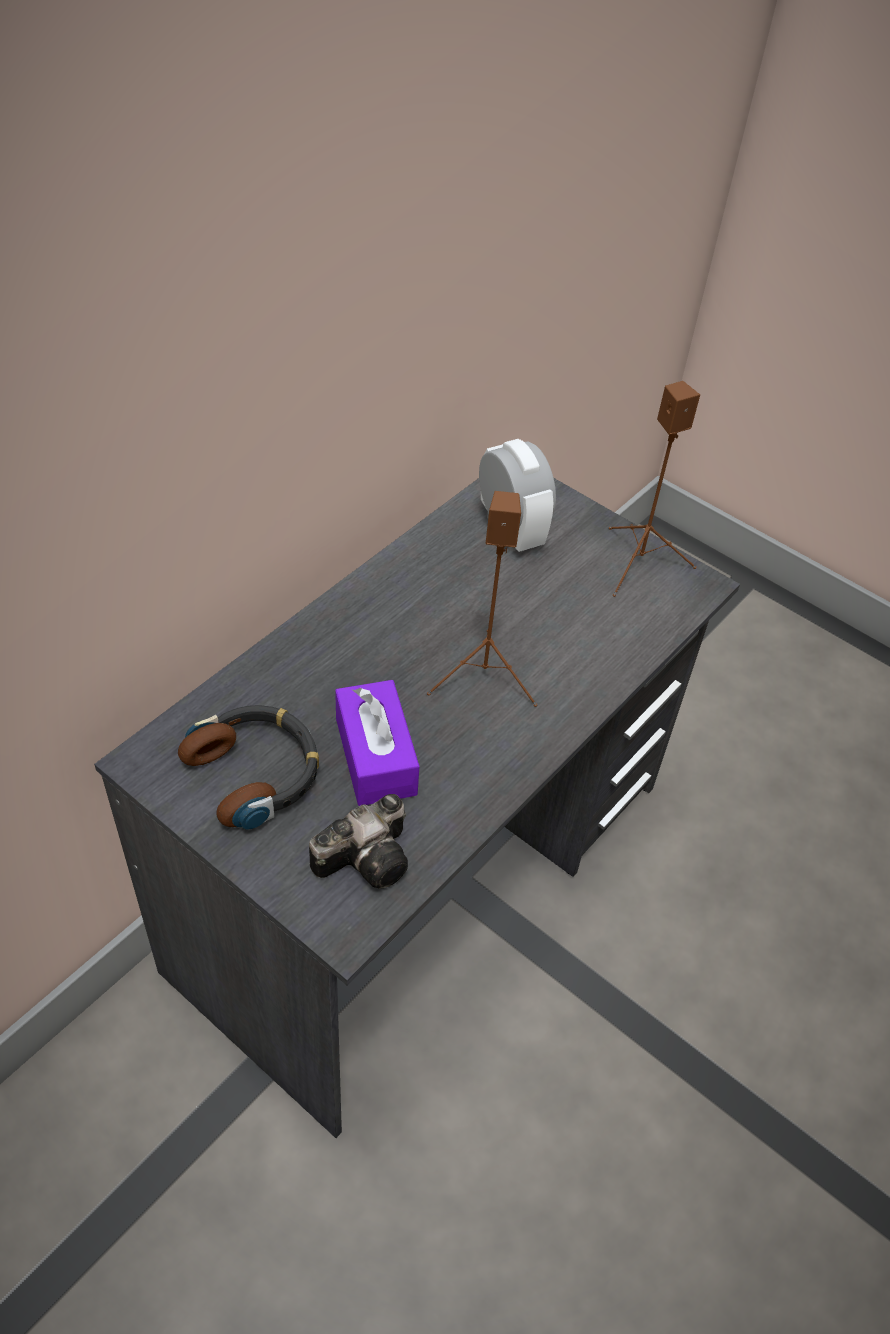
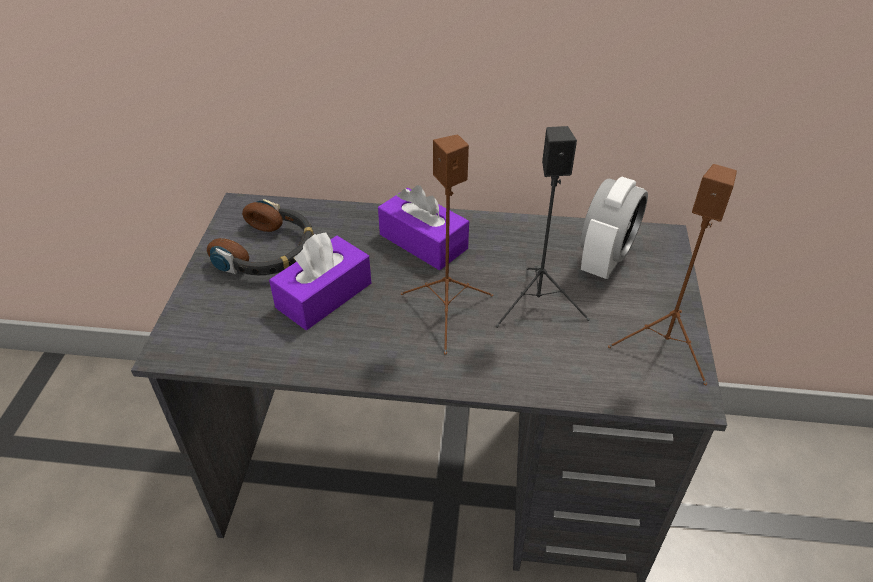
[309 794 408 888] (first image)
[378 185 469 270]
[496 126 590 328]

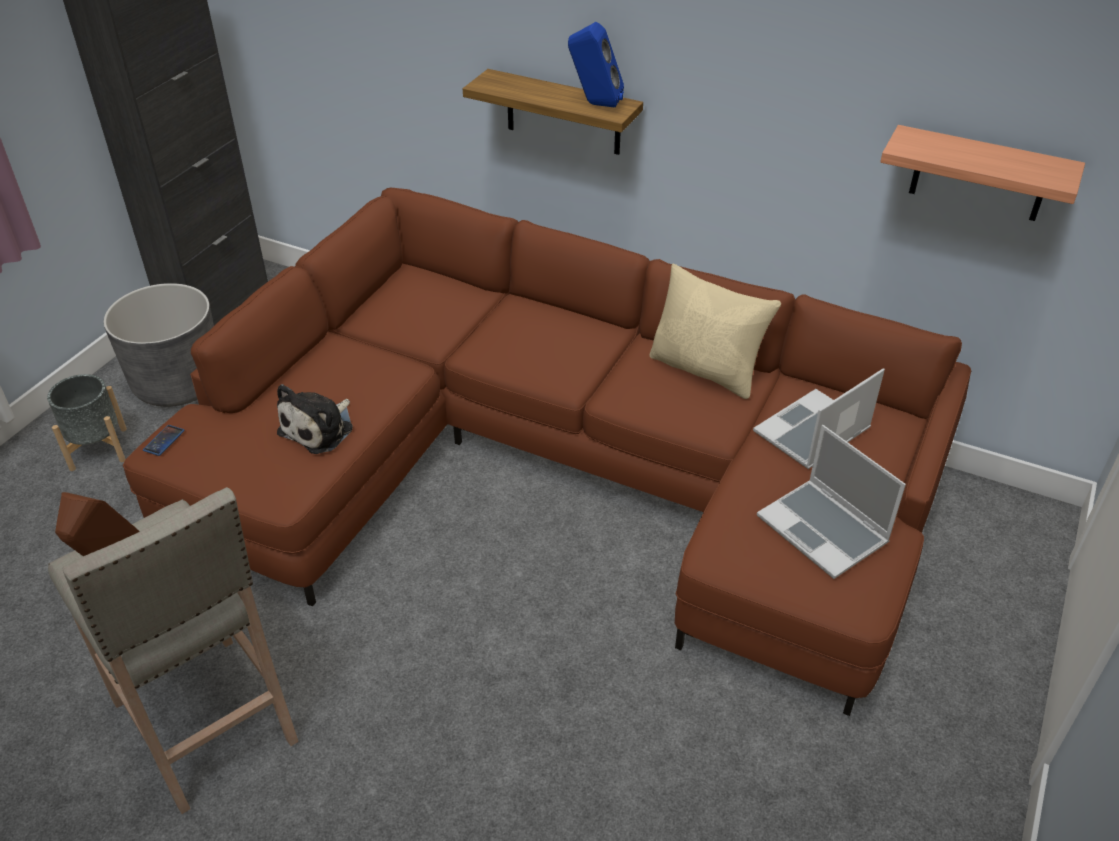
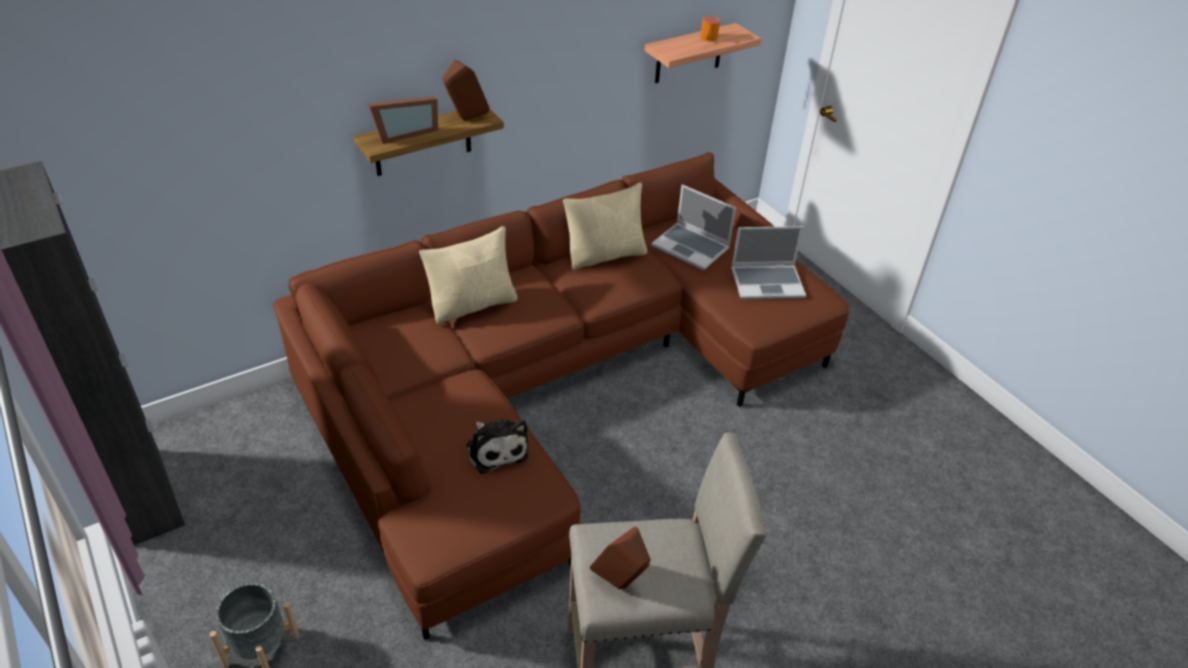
[103 283 214 407] (first image)
[143 425 185 456] (first image)
[443 59 490 121]
[651 184 736 270]
[367 96 438 144]
[419 226 518 324]
[700 16 720 42]

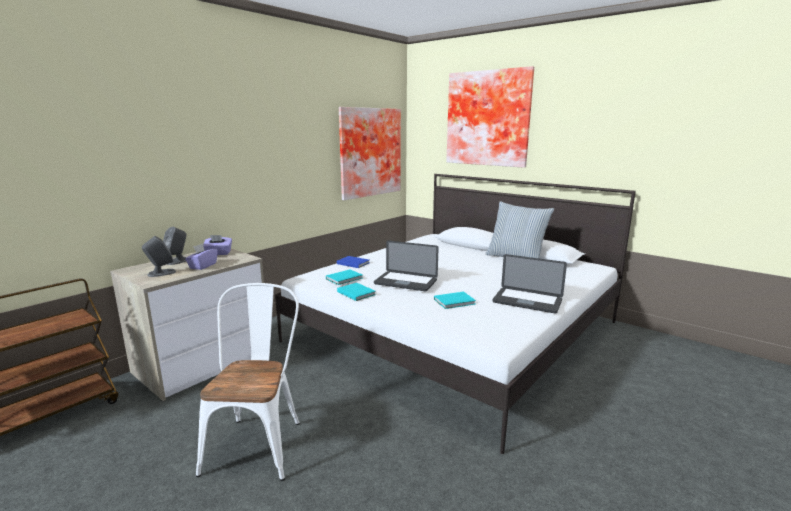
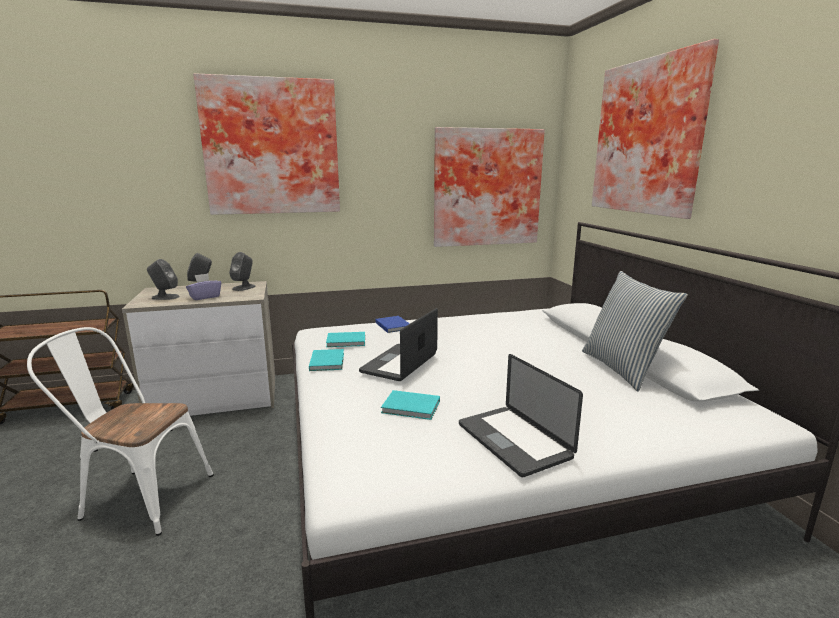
[27 327 214 536]
[229 252 256 291]
[359 308 438 381]
[193 73 340 215]

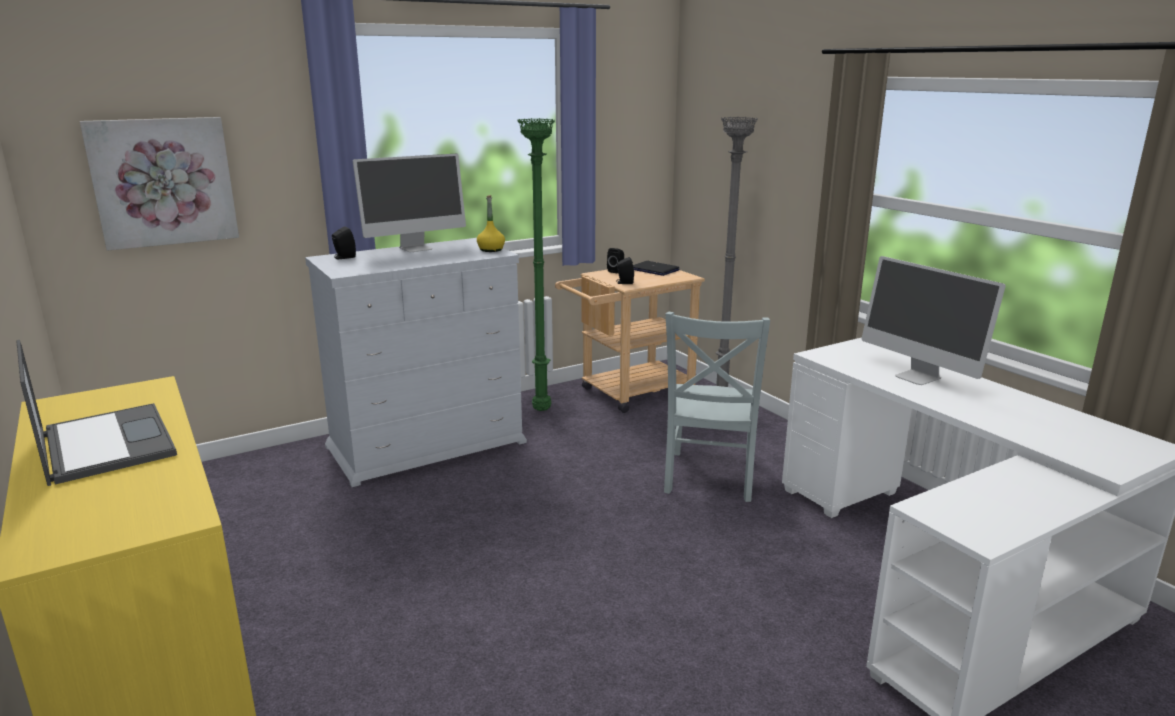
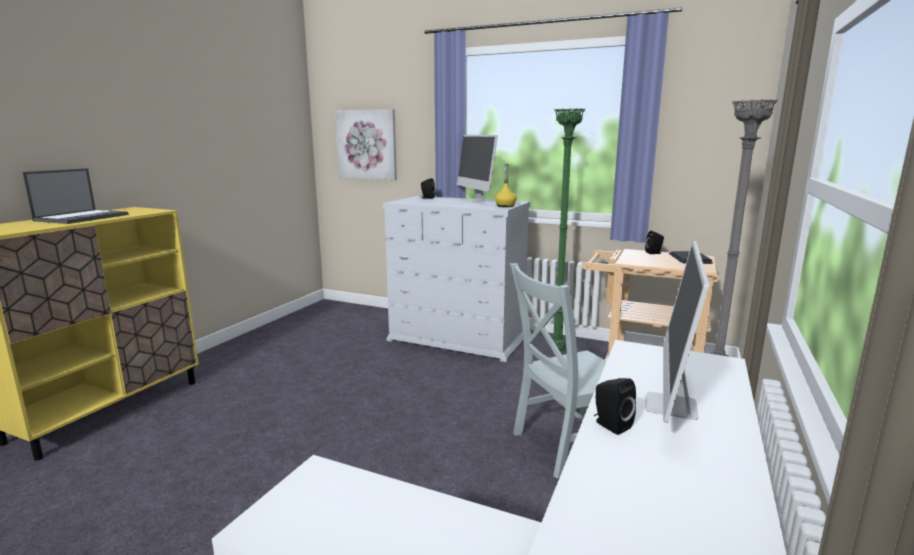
[456 135 498 202]
[594 378 636 435]

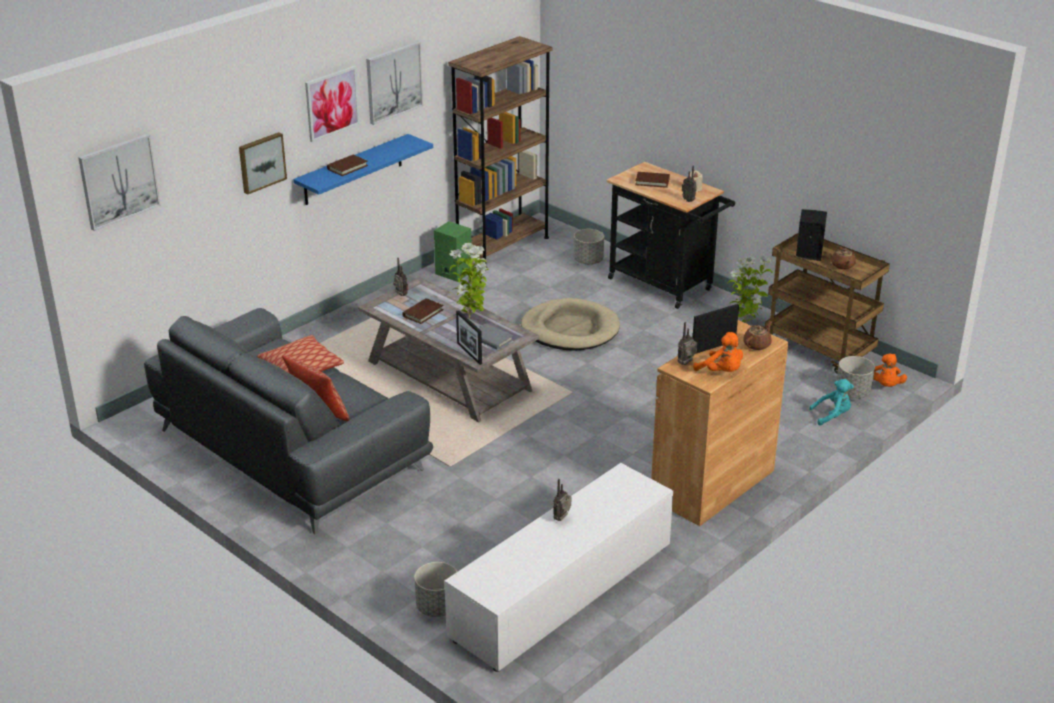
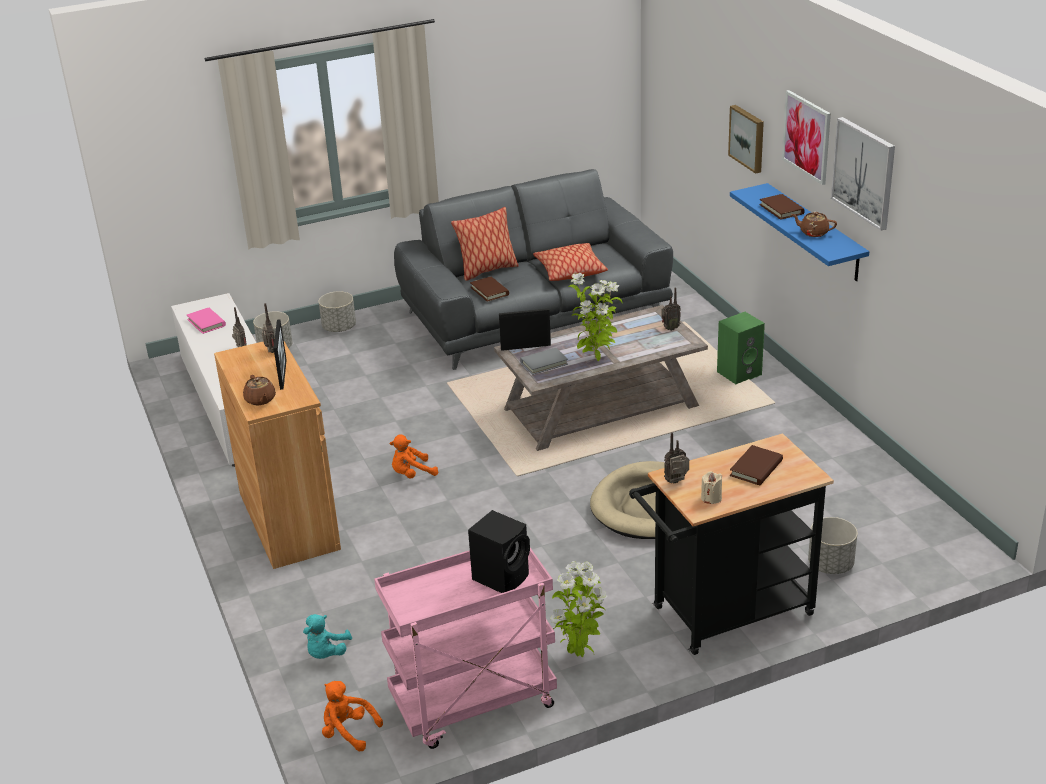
[78 134 161 231] (first image)
[470 277 509 302]
[717 312 765 384]
[448 36 552 264] (first image)
[390 434 438 478]
[374 548 557 749]
[791 212 837 237]
[318 291 356 332]
[187 307 226 334]

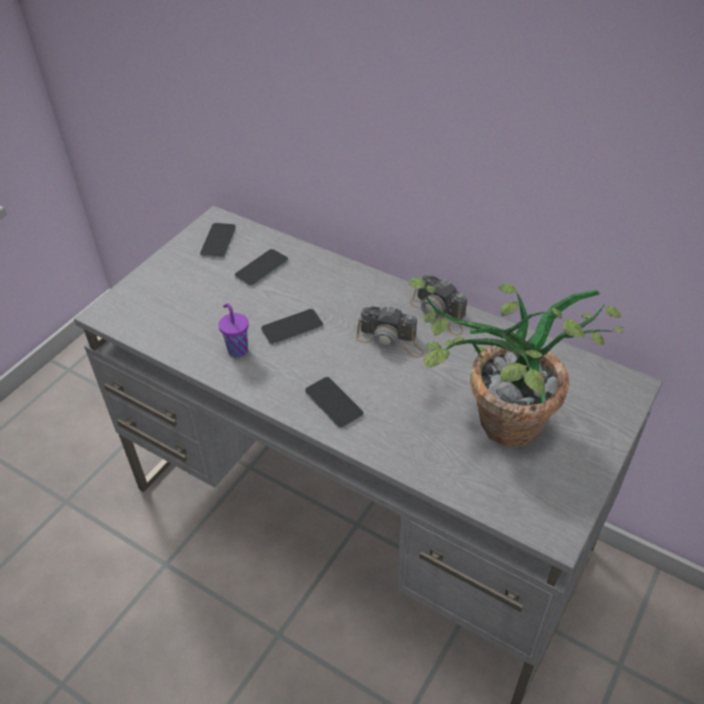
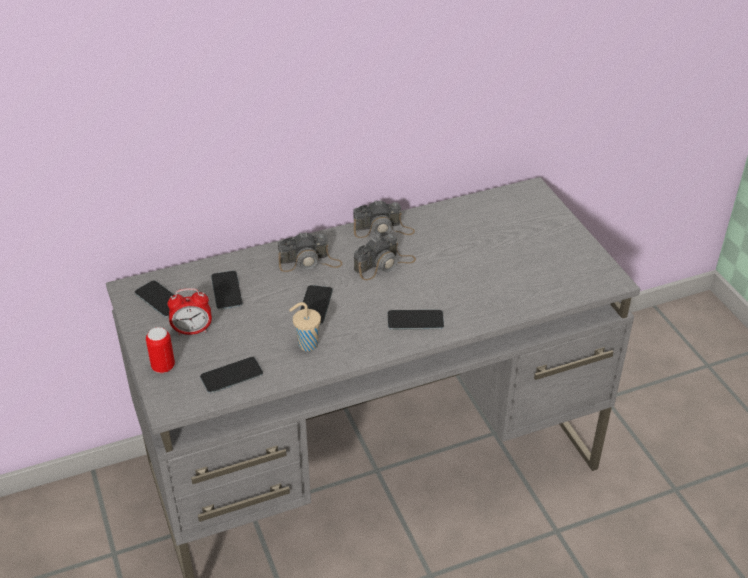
[289 302 321 351]
[408 278 624 447] (first image)
[146 327 175 373]
[167 288 212 336]
[200 357 263 393]
[278 232 343 272]

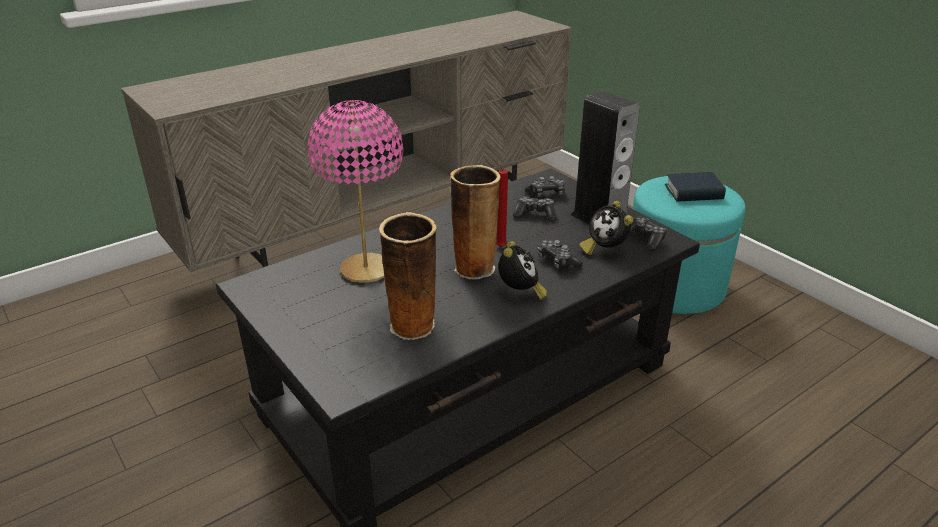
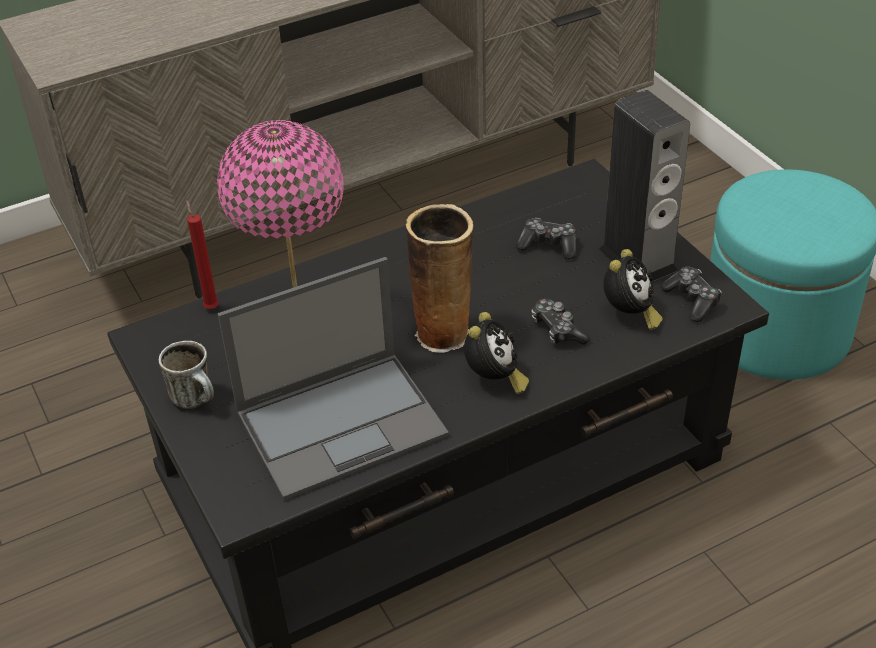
[218 257 449 500]
[186 200 219 309]
[525 176 565 197] (first image)
[603 249 663 330]
[665 172 726 202] (first image)
[159 341 214 409]

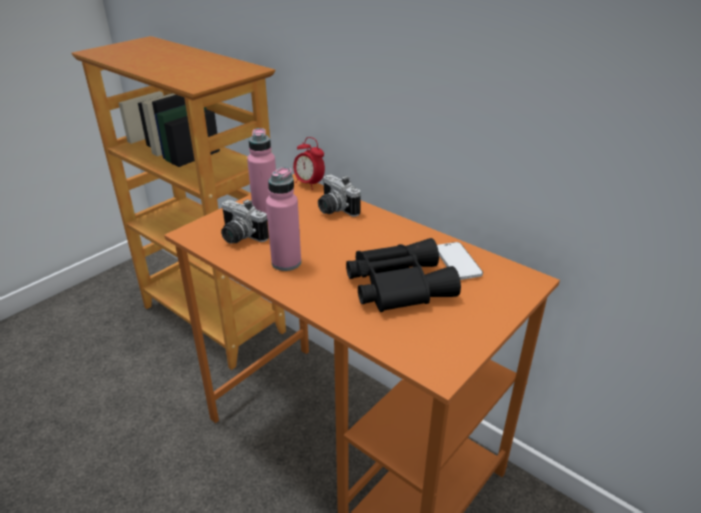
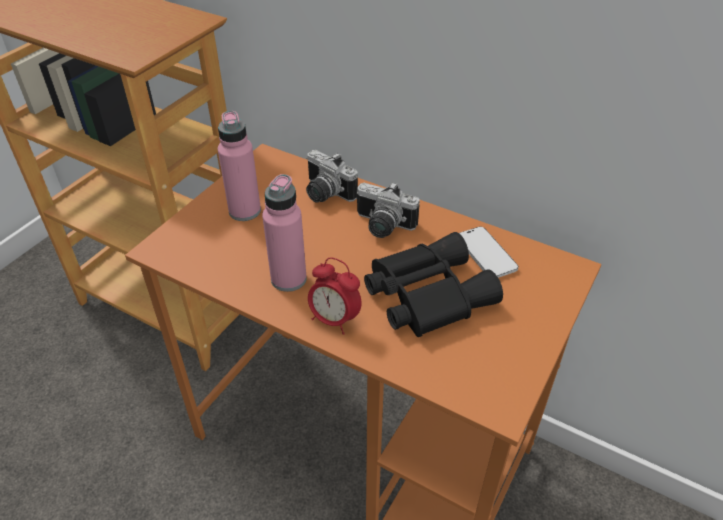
[357 182 420 238]
[308 257 362 335]

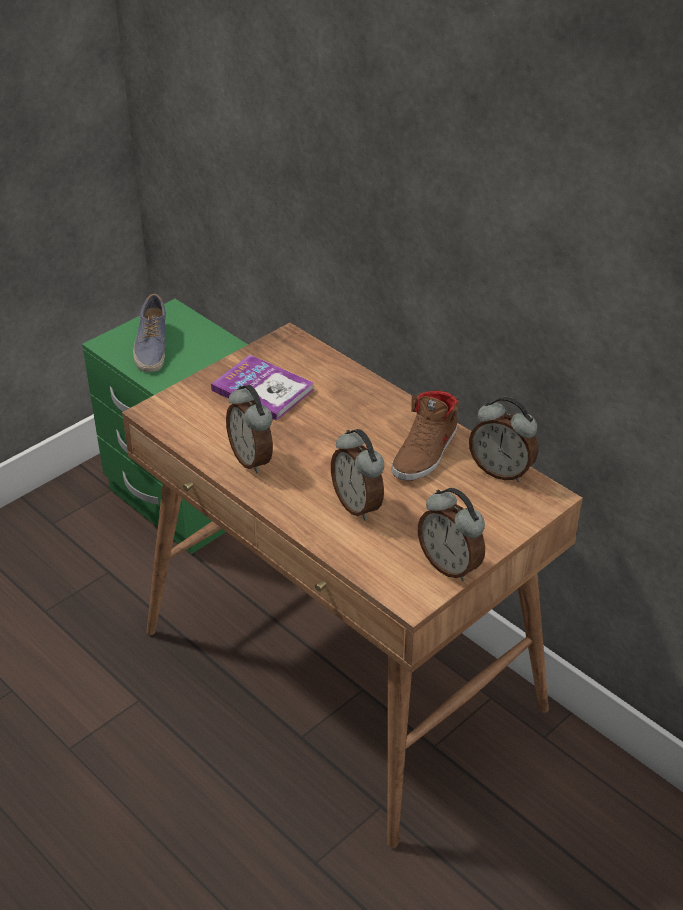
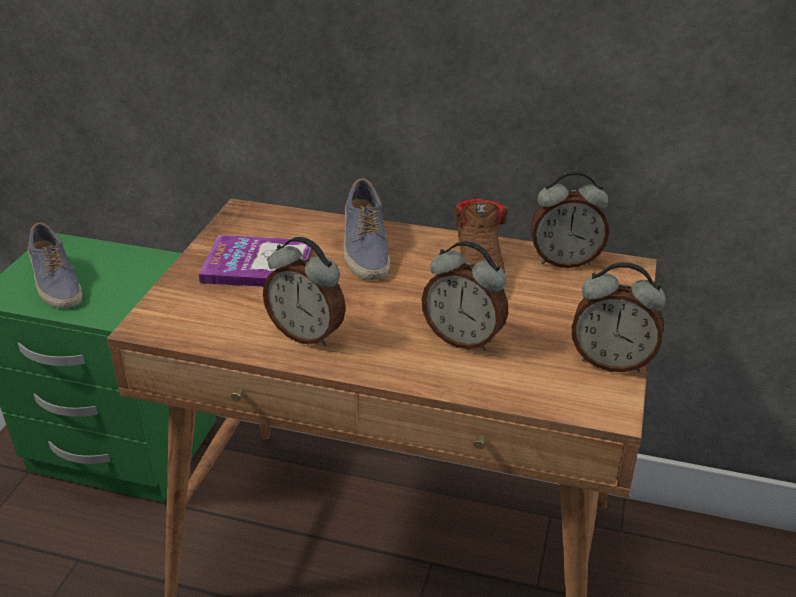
[344 178 390 280]

